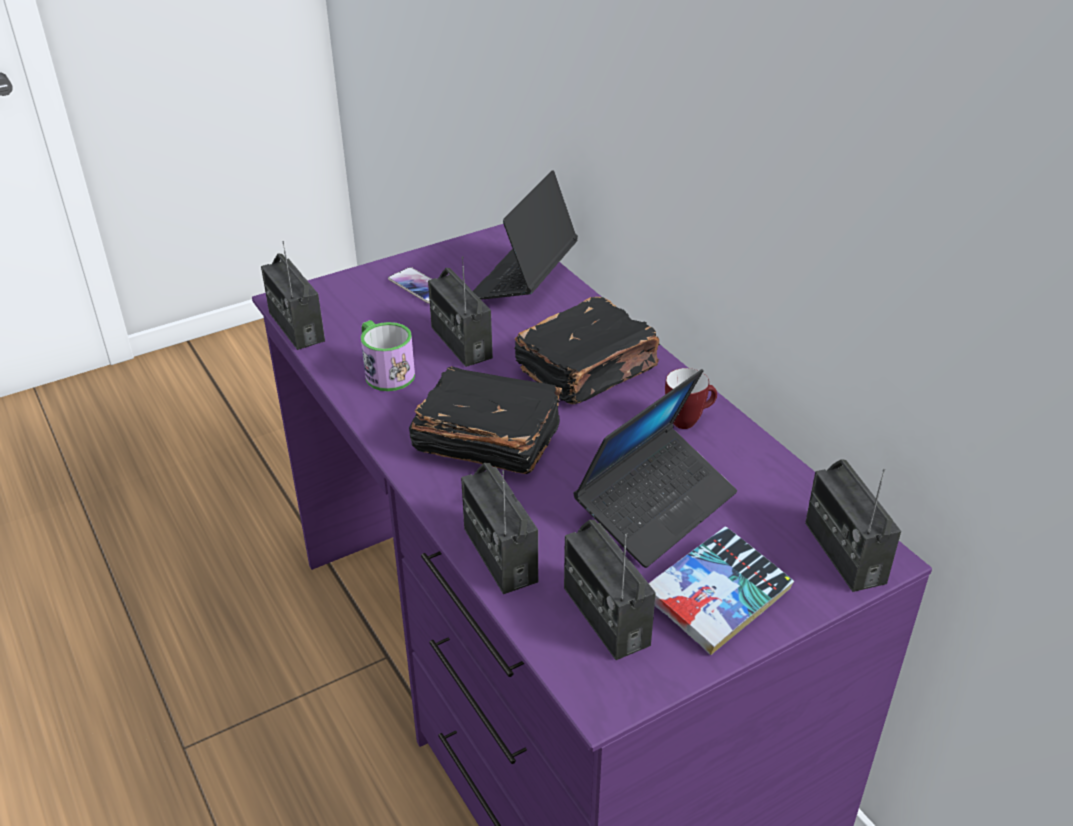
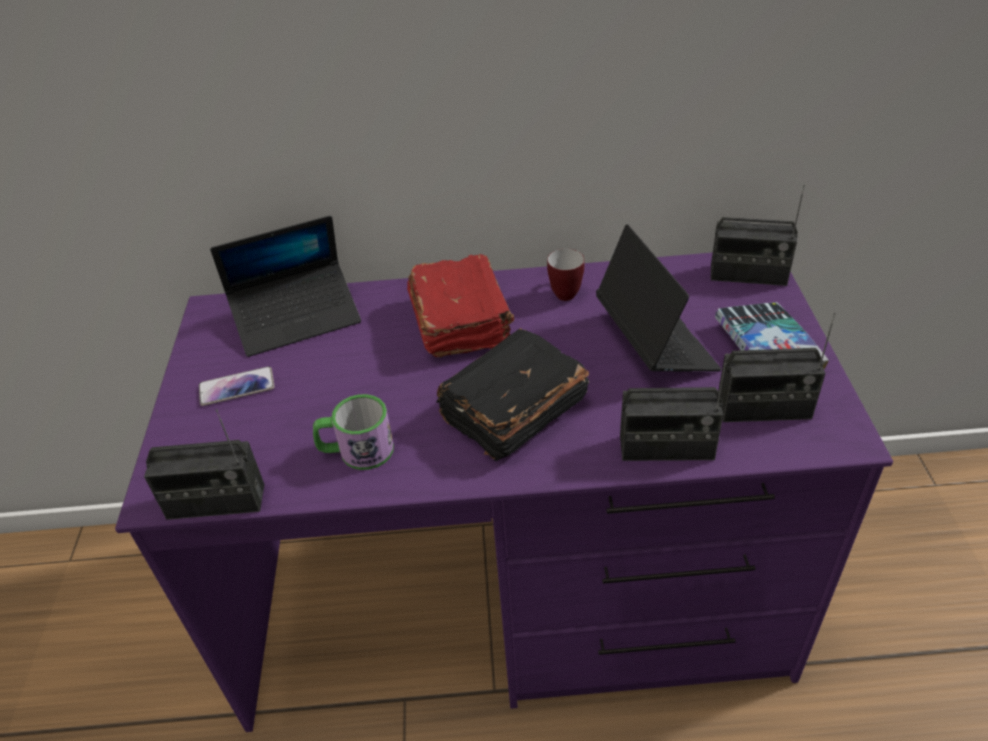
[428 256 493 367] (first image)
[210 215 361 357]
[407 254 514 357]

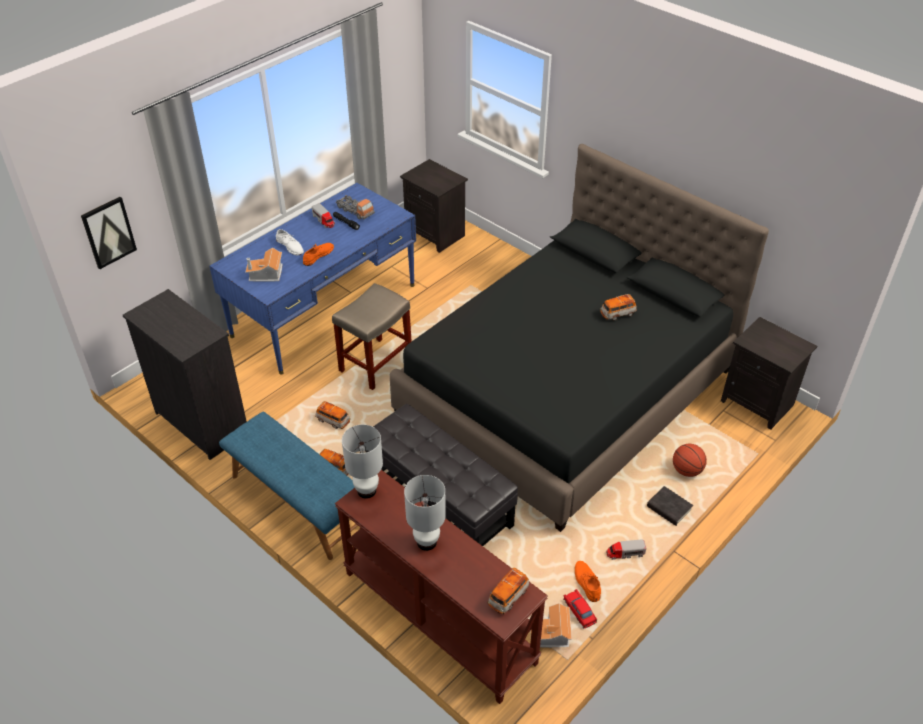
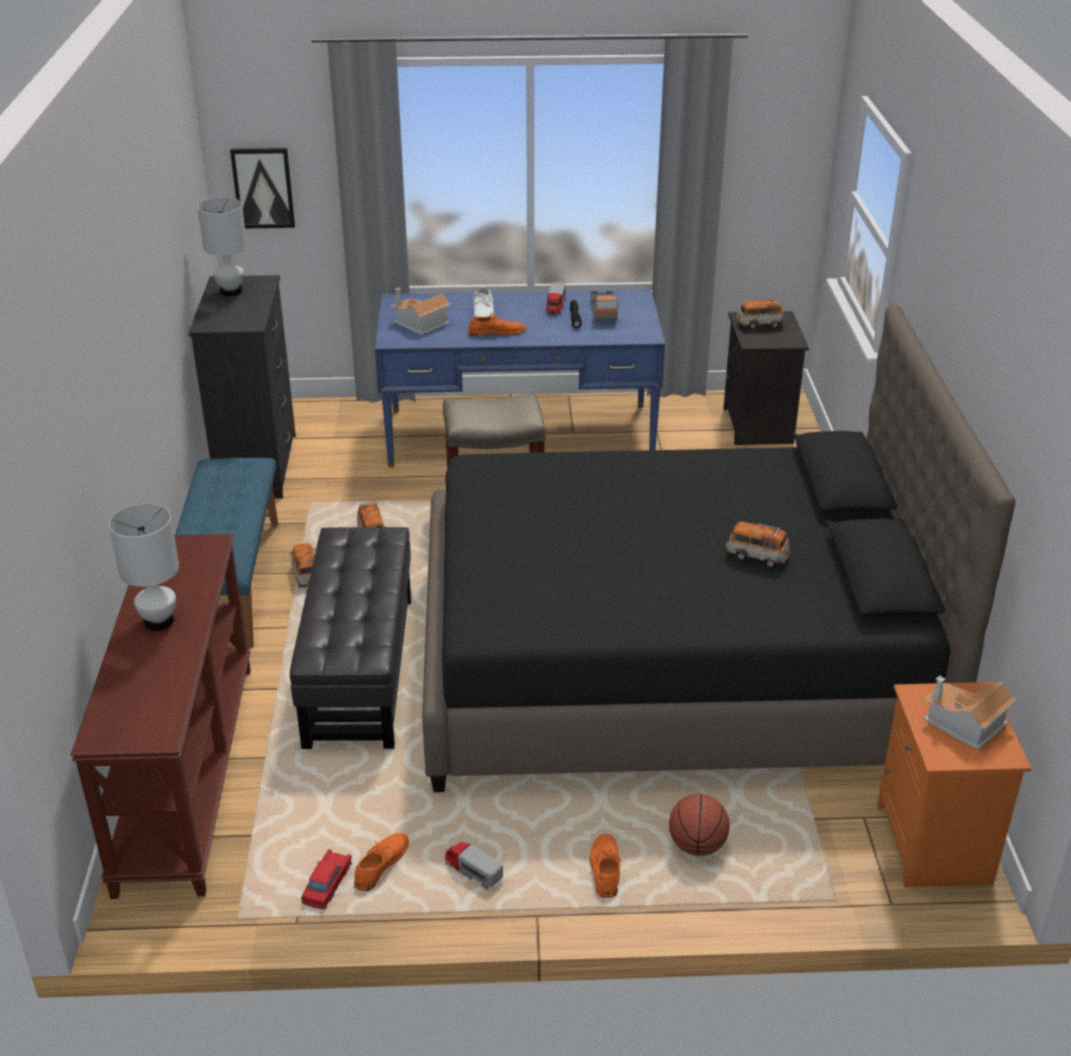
[197 197 247 296]
[737 298 784 329]
[923 675 1017 750]
[590 834 621 898]
[877 682 1032 887]

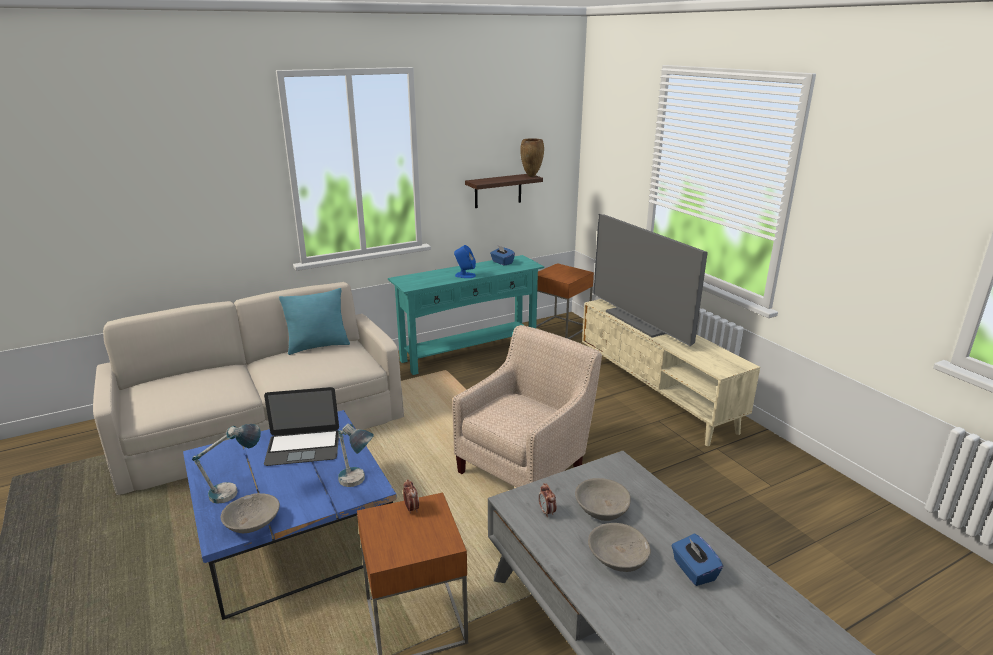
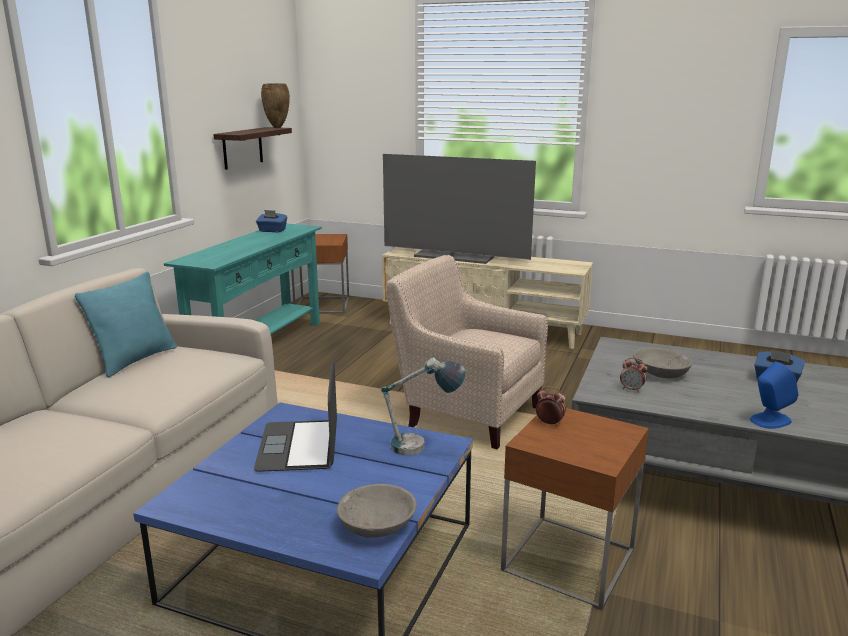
[192 424 261 504] (first image)
[254 359 337 472]
[386 255 548 449]
[750 362 798 429]
[588 523 651 572] (first image)

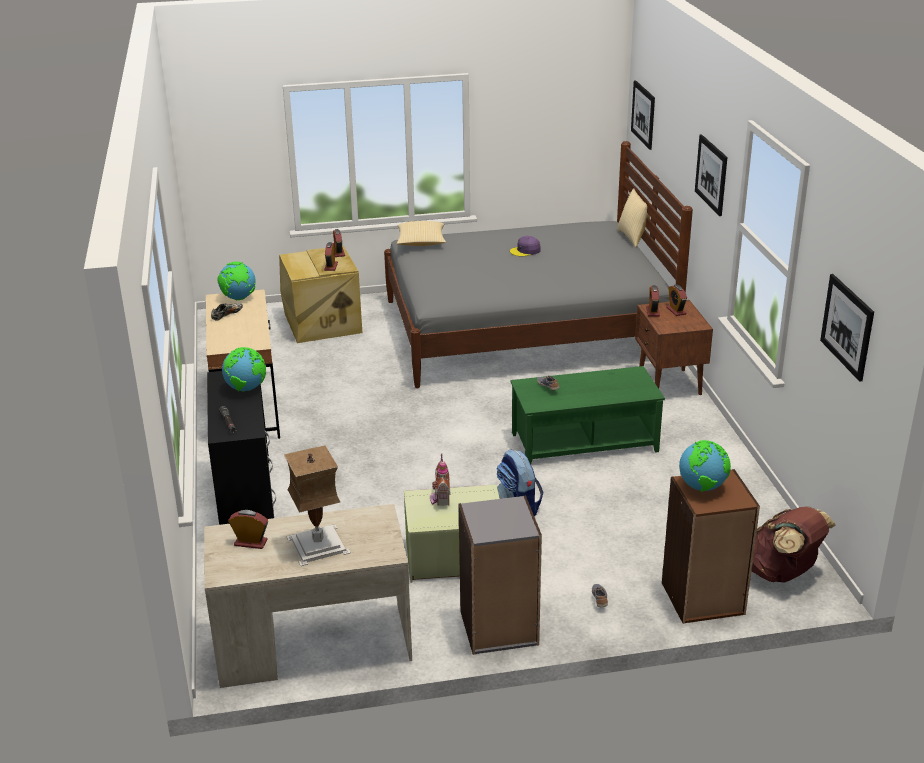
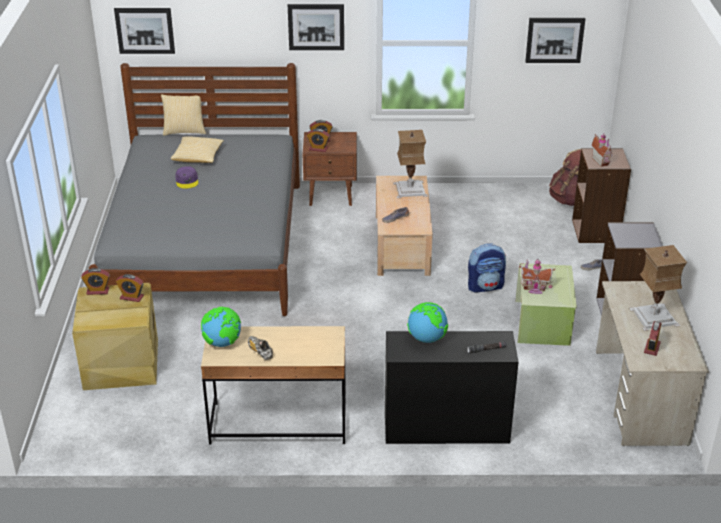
[171 136 224 163]
[376 176 433 276]
[591 133 612 167]
[393 130 428 198]

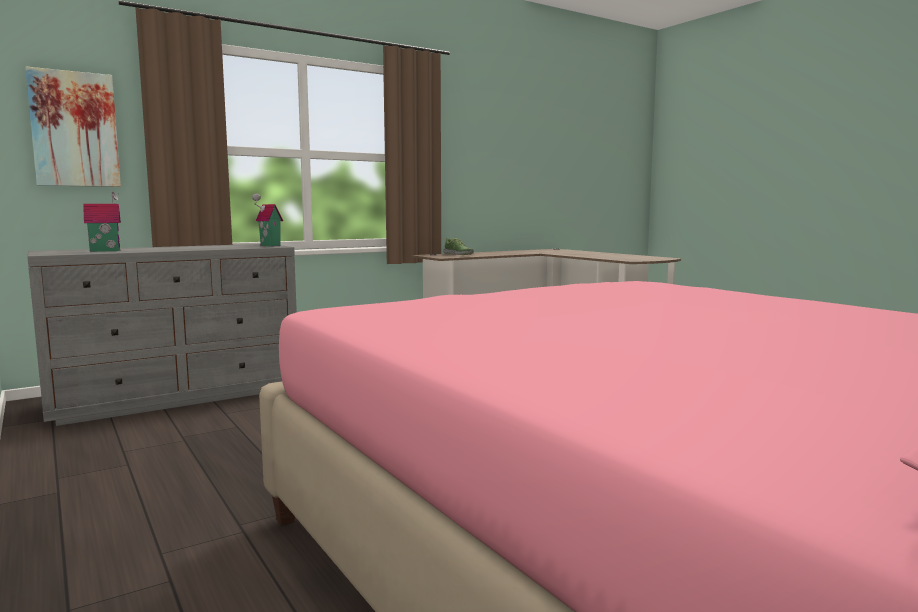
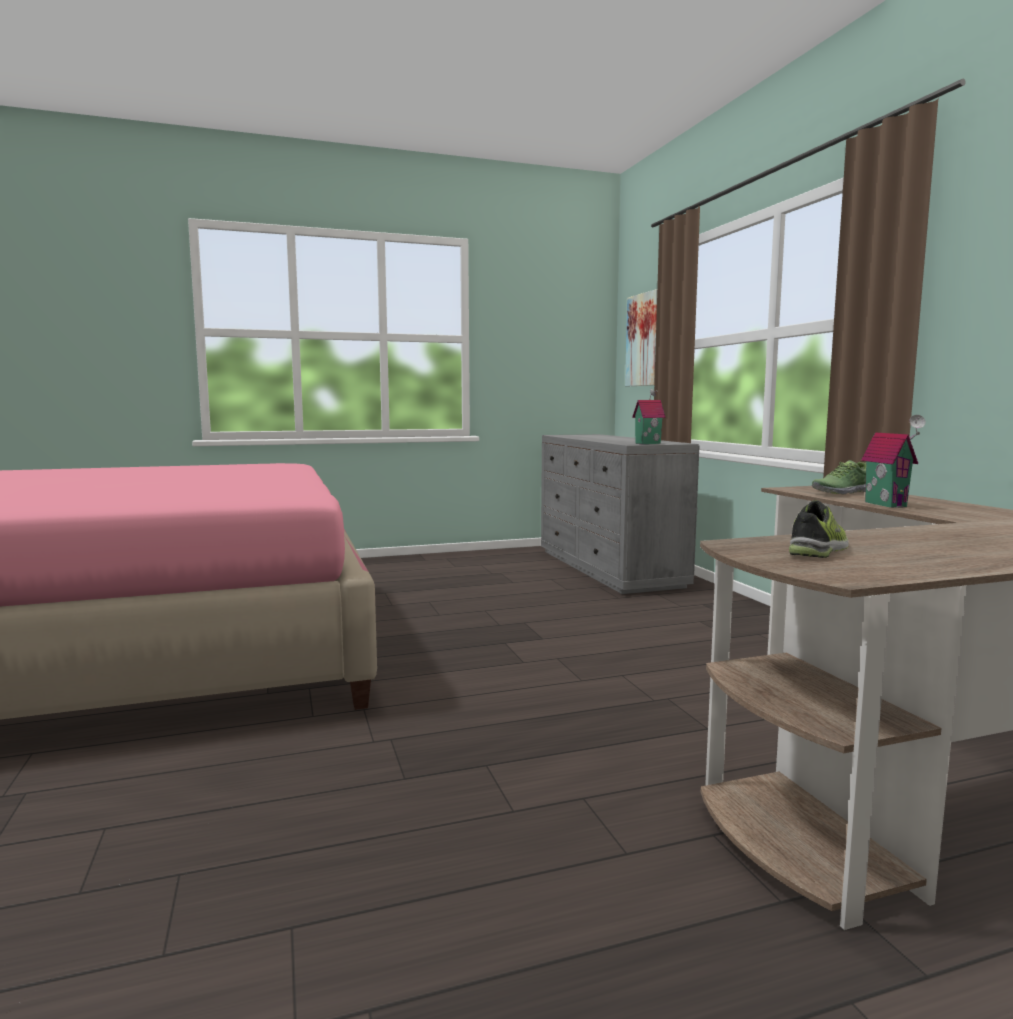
[861 415 926 508]
[789 500 849 558]

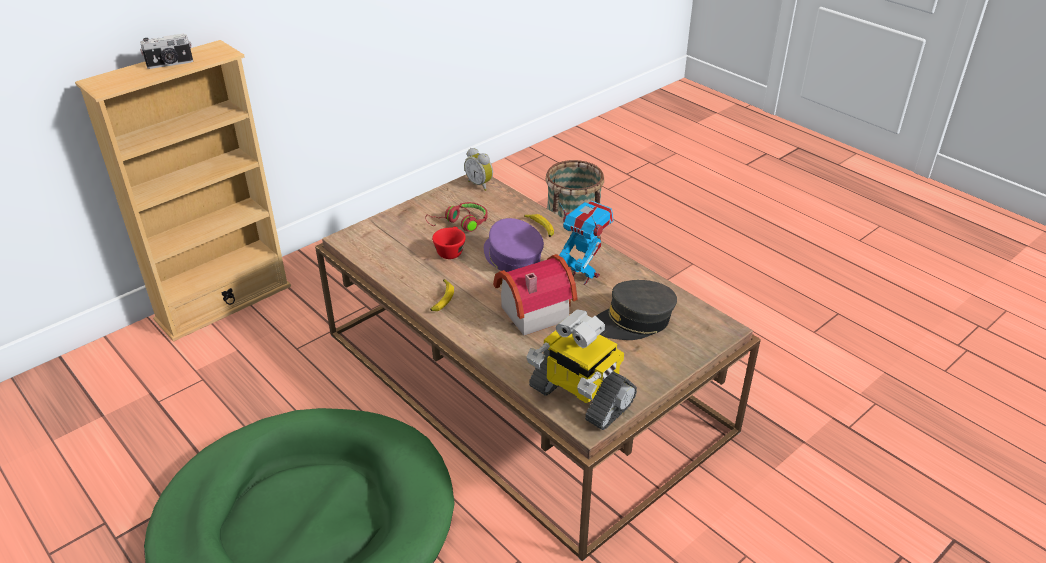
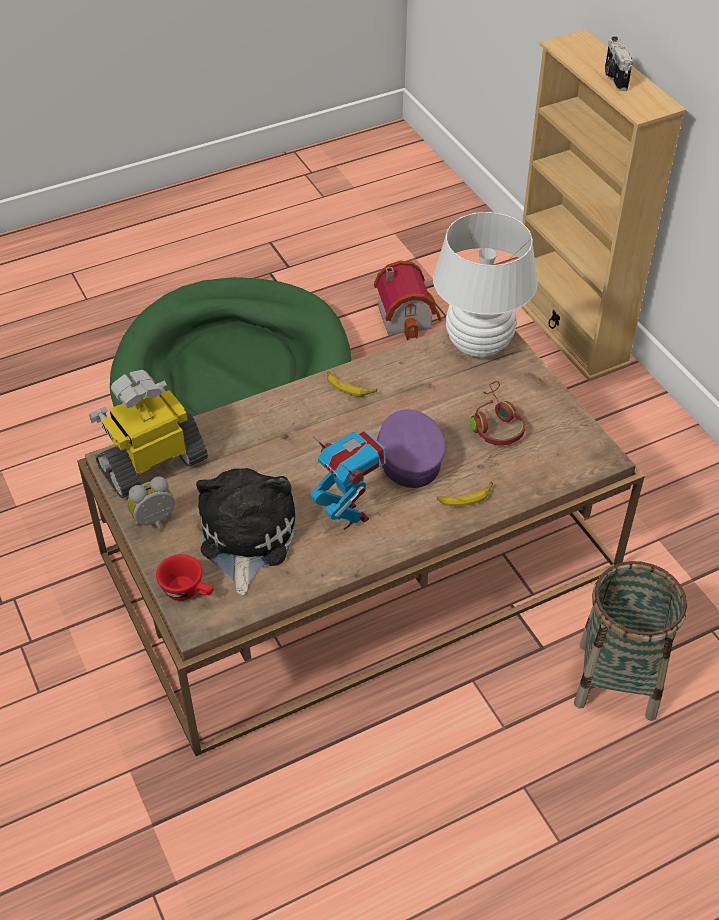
[156 554 213 601]
[127 476 175 531]
[377 409 446 488]
[374 261 442 340]
[310 430 386 530]
[196 468 295 595]
[433 212 538 357]

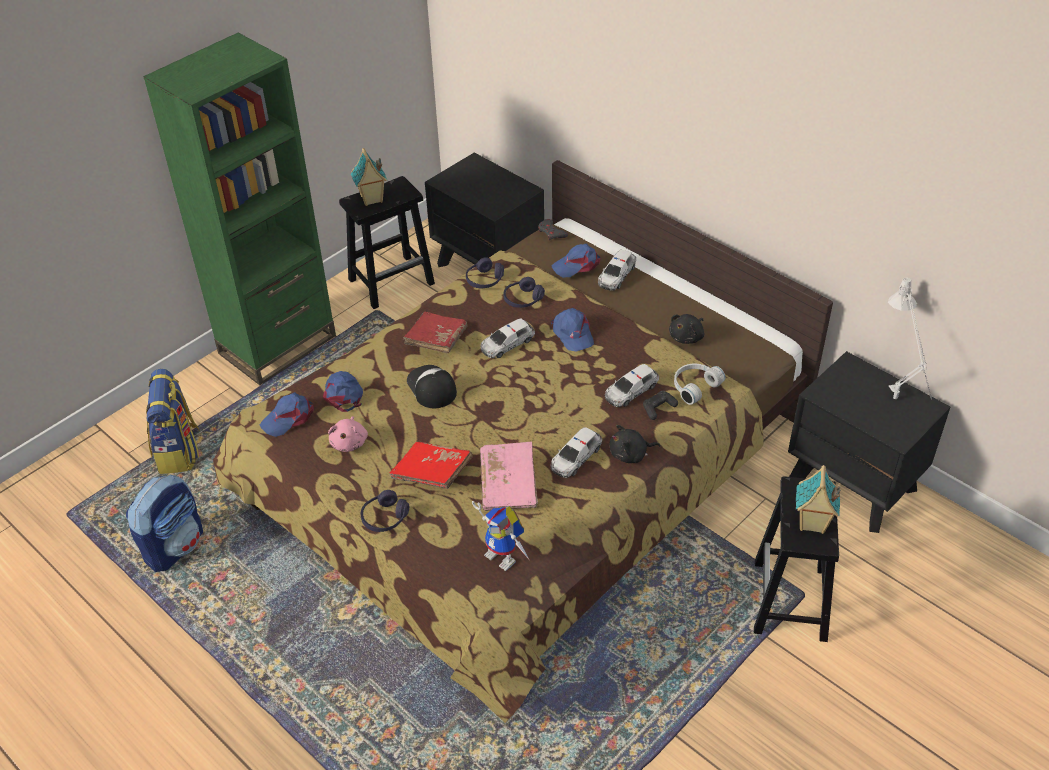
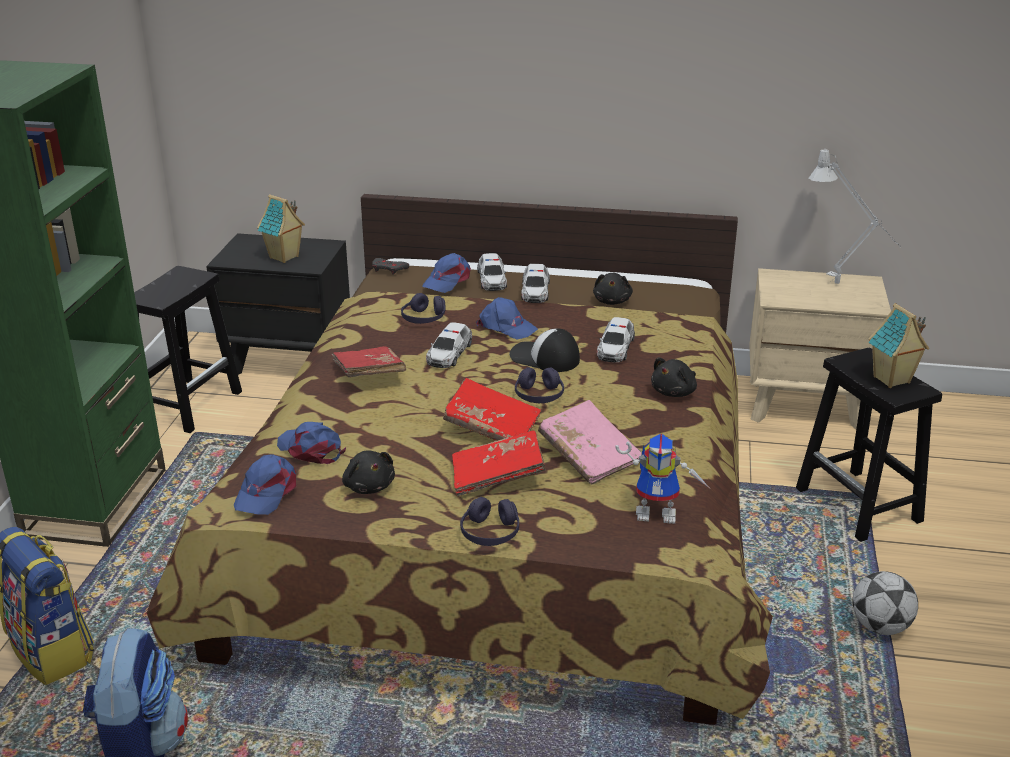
[342 450 395 494]
[257 194 305 263]
[510 329 580 372]
[515 367 564 403]
[521 264 550 303]
[643 390 678 420] (first image)
[674 364 726 405] (first image)
[749 268 891 429]
[443 378 541 441]
[852 571 918 635]

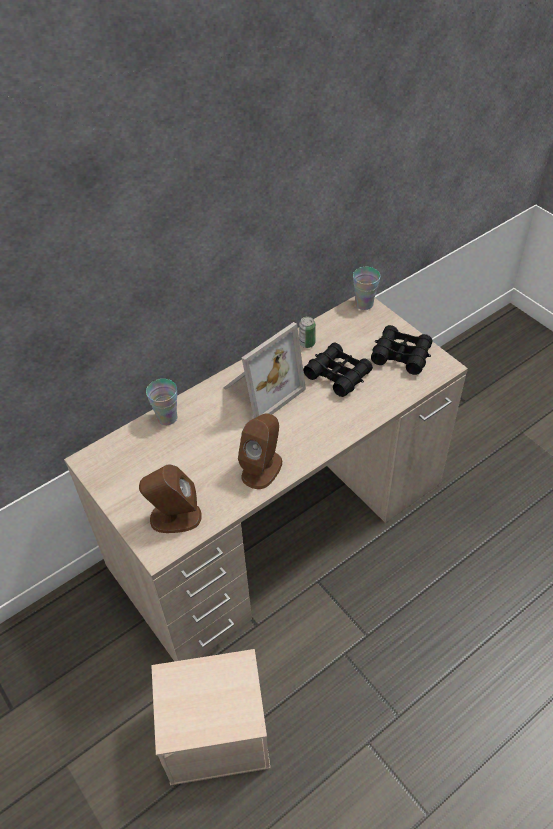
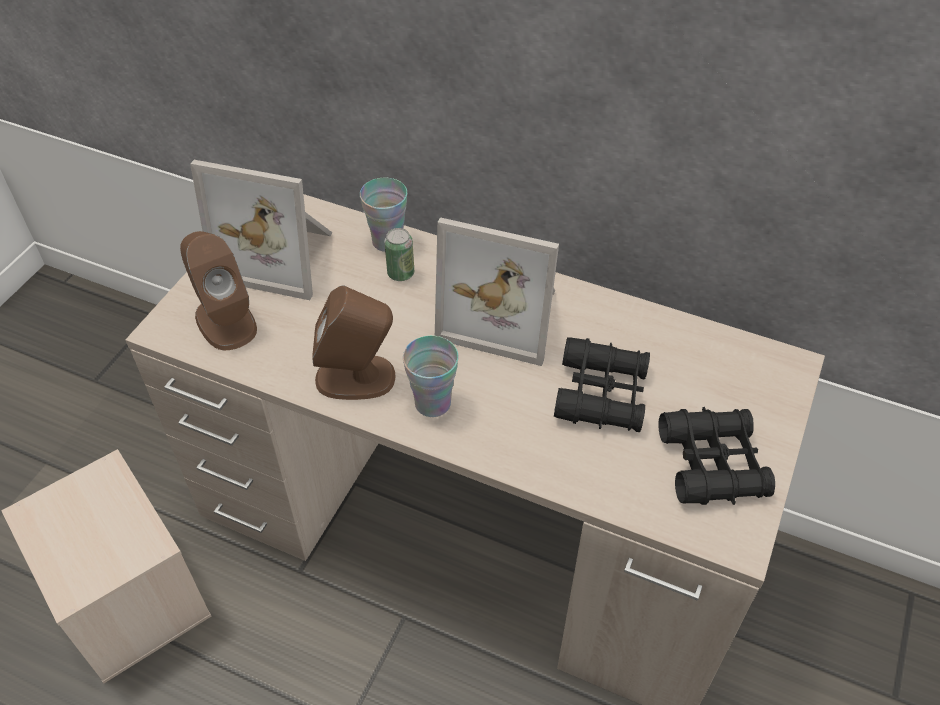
[384 228 414 281]
[403 336 459 417]
[190 160 332 300]

